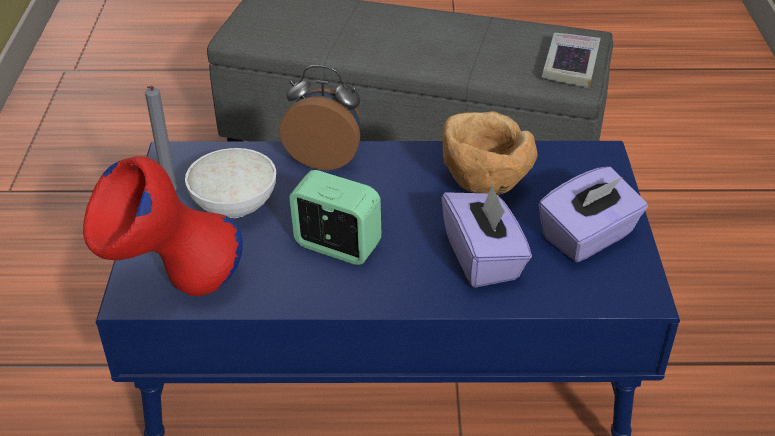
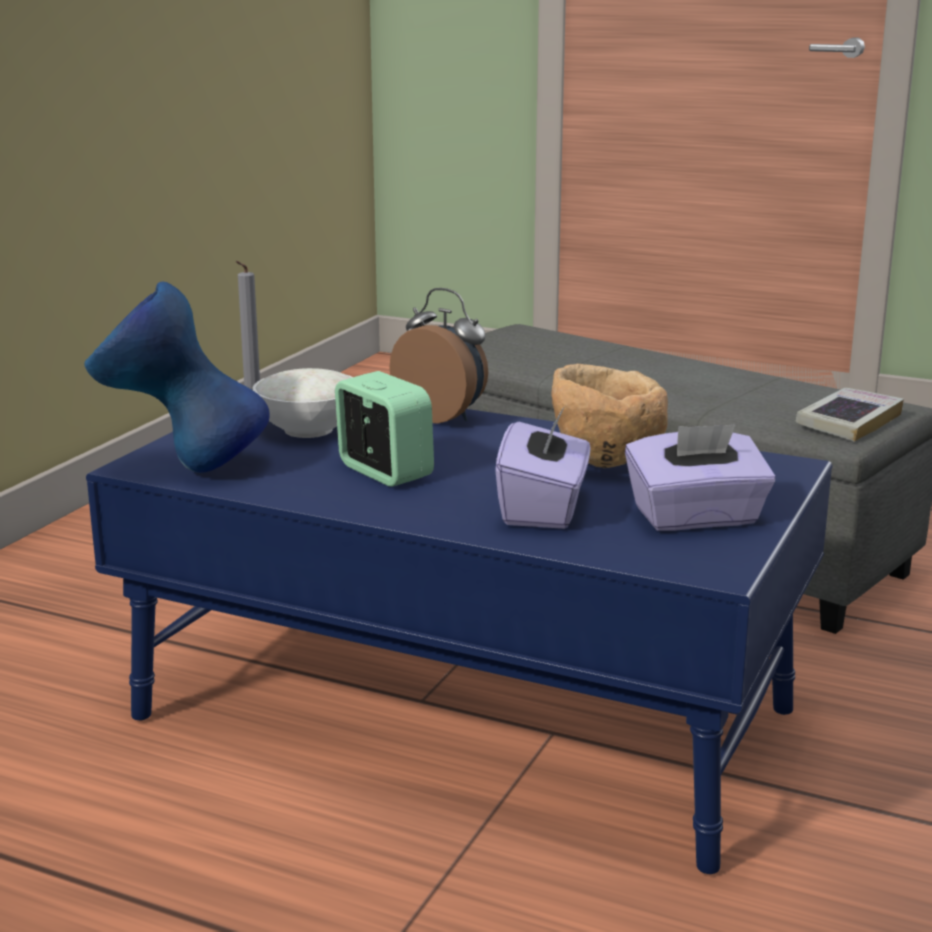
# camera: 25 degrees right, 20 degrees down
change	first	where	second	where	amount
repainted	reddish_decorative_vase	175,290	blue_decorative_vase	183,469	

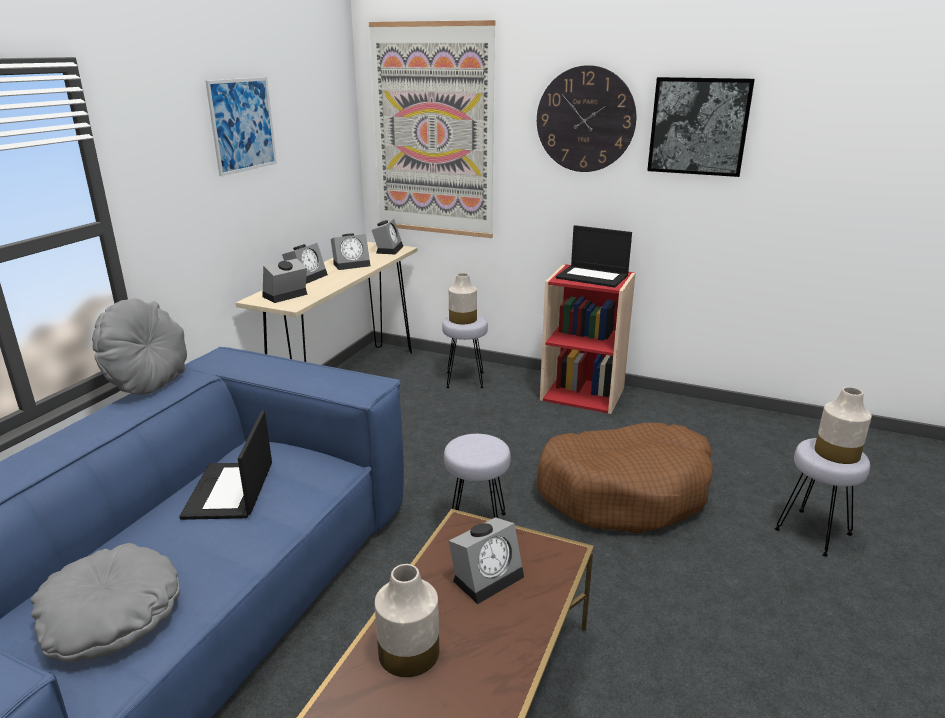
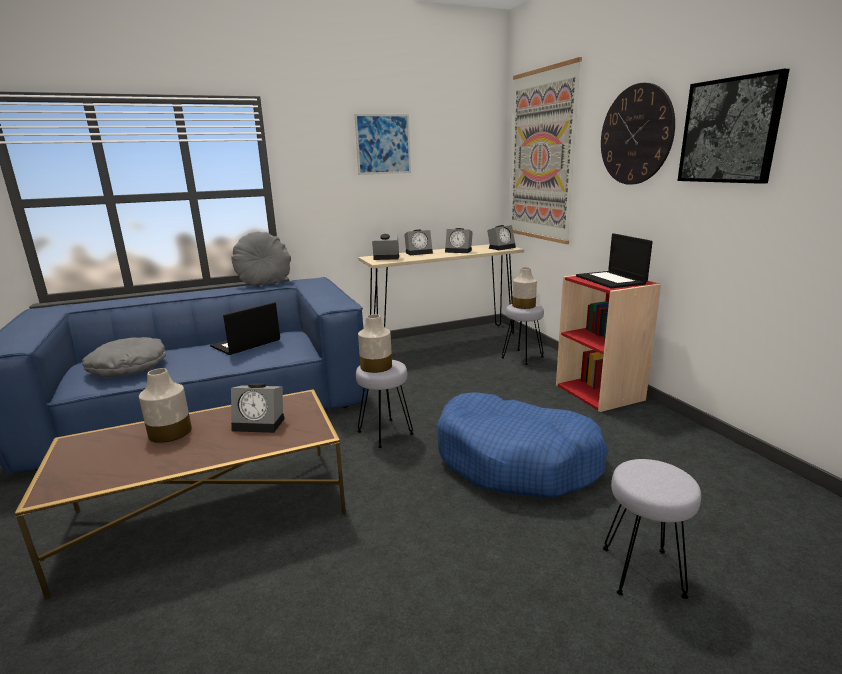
# camera: 45 degrees right, 5 degrees down
change	first	where	second	where	amount
shifted	beige-coloured_decorative_vase	836,452		375,366	
repainted	brown_dog_cushion	624,491	blue_dog_cushion	516,460	

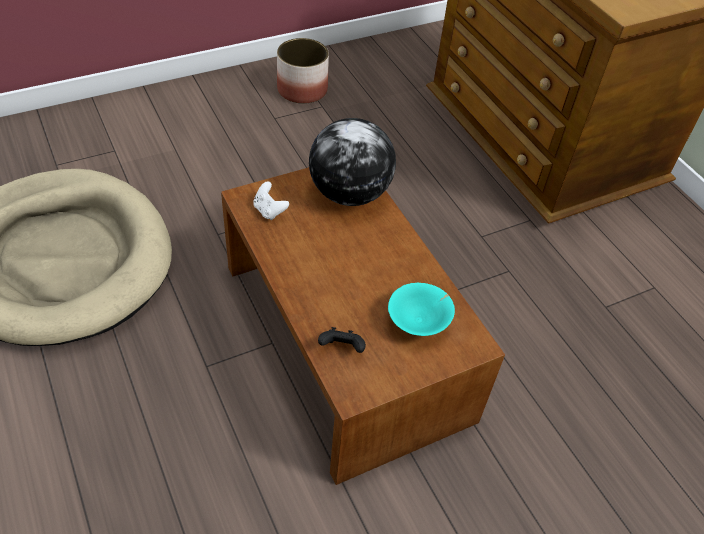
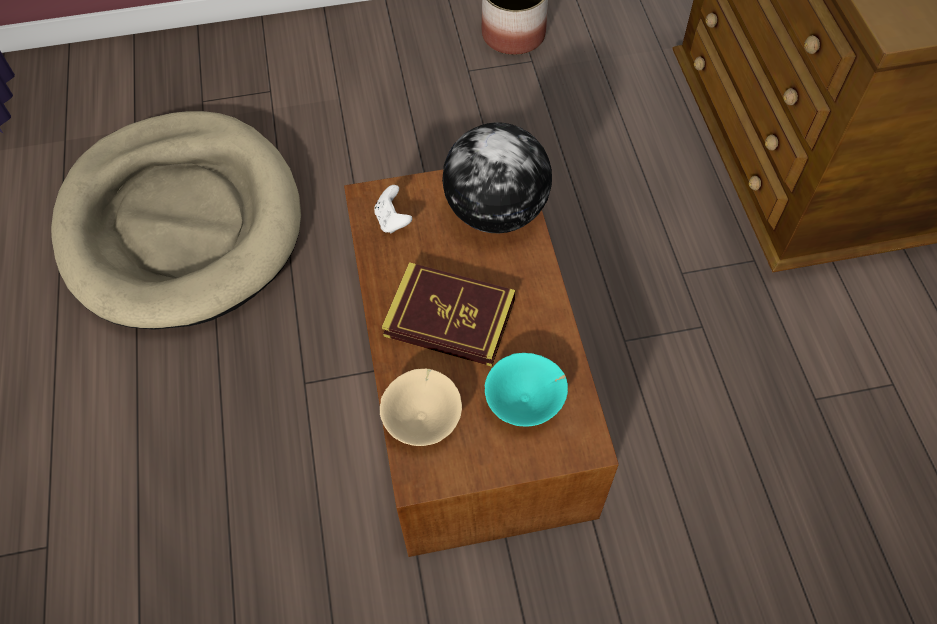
# camera: 20 degrees right, 10 degrees up
change	first	where	second	where	amount
swapped	blackish_joypad	342,348	beige-coloured_serving_bowl	423,417	
new			bound_book	449,318	

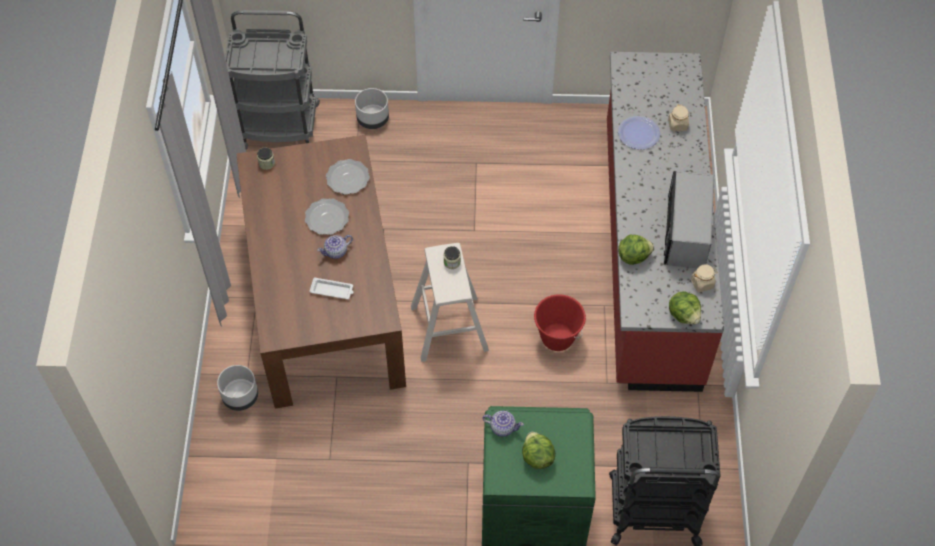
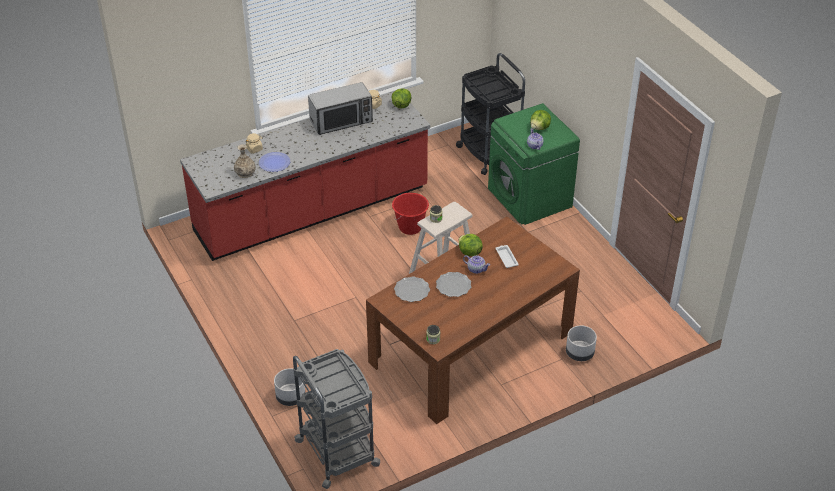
# camera: 120 degrees left, 15 degrees down
change	first	where	second	where	amount
shifted	lettuce	633,256		469,252	
new			decorative_vase	245,173	

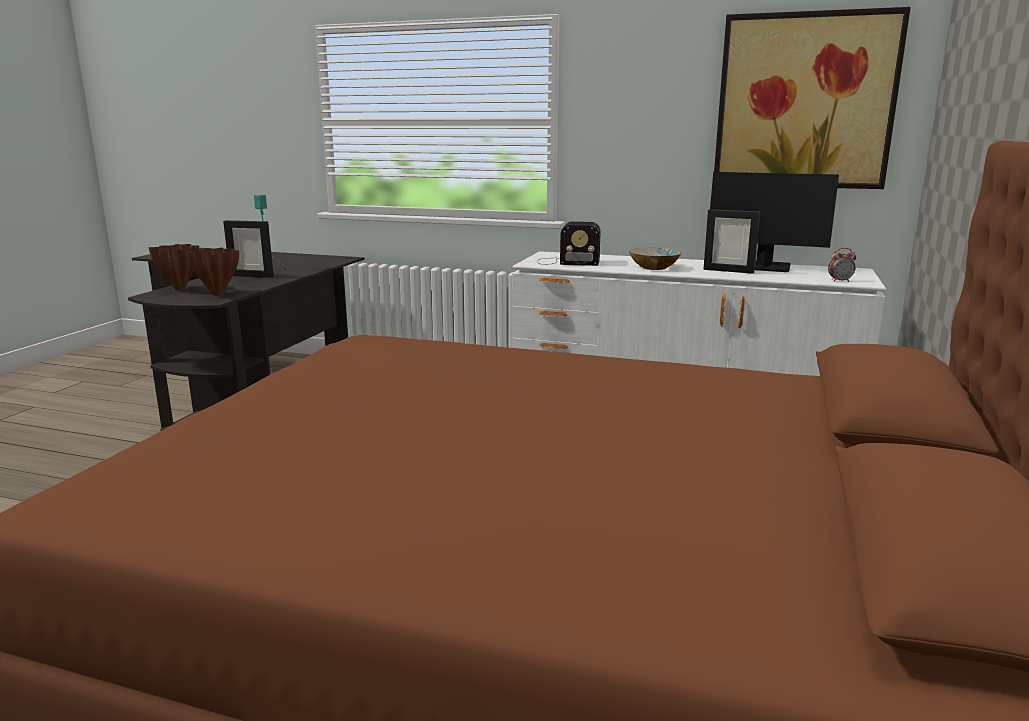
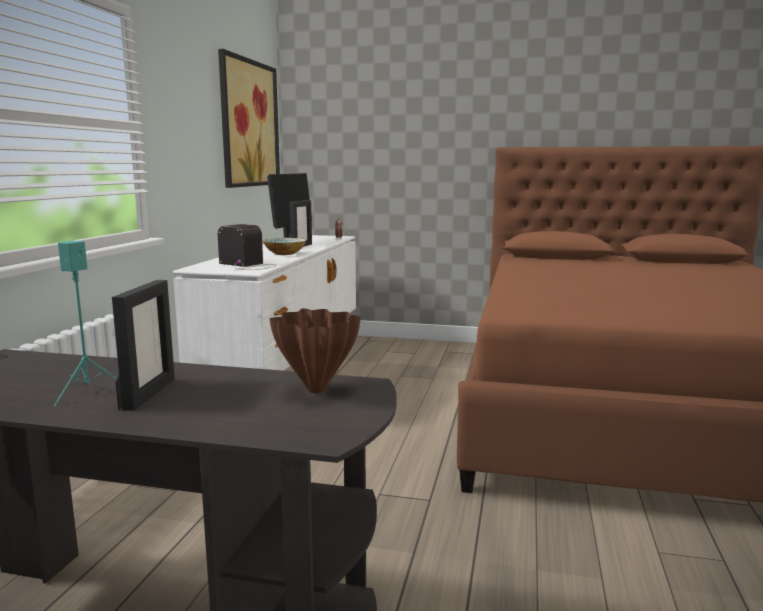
# camera: 95 degrees left, 5 degrees down
change	first	where	second	where	amount
rotated	radio_set	566,262		248,265	60 degrees counterclockwise
gone	brown_decorative_vase	180,289			

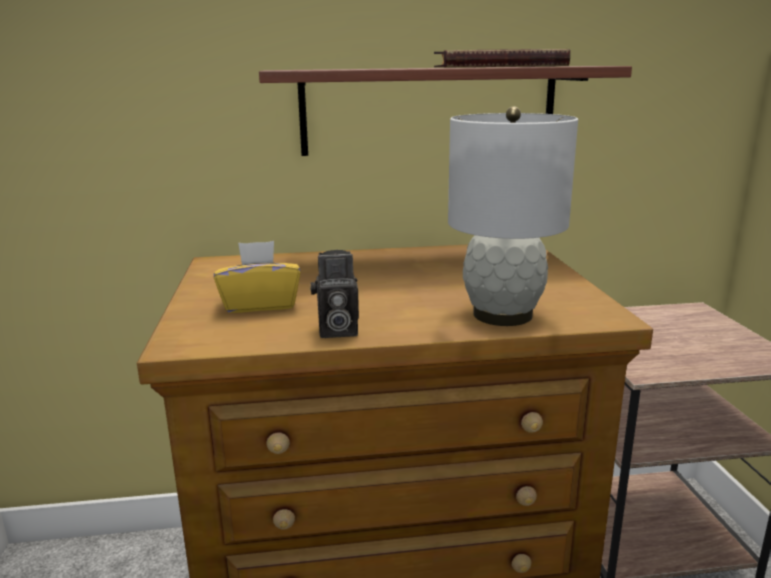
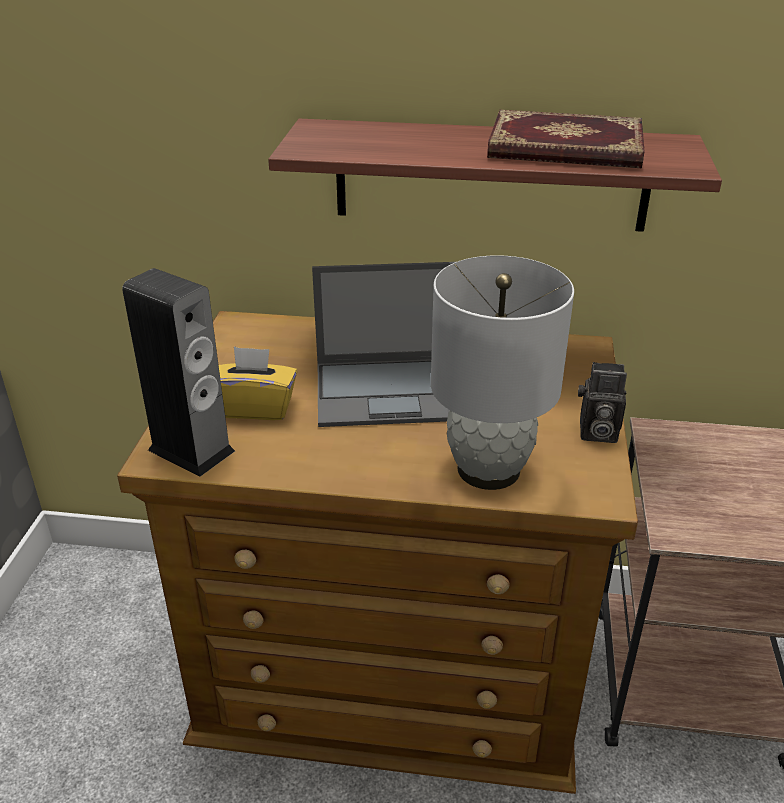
# camera: 15 degrees right, 15 degrees up
change	first	where	second	where	amount
shifted	photo_camera	335,331		595,433	
new			laptop	393,391	
new			speaker	191,450	

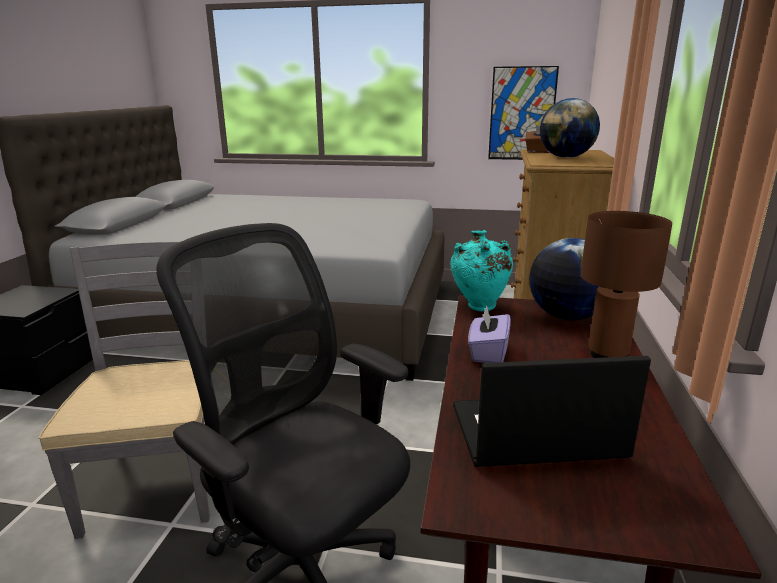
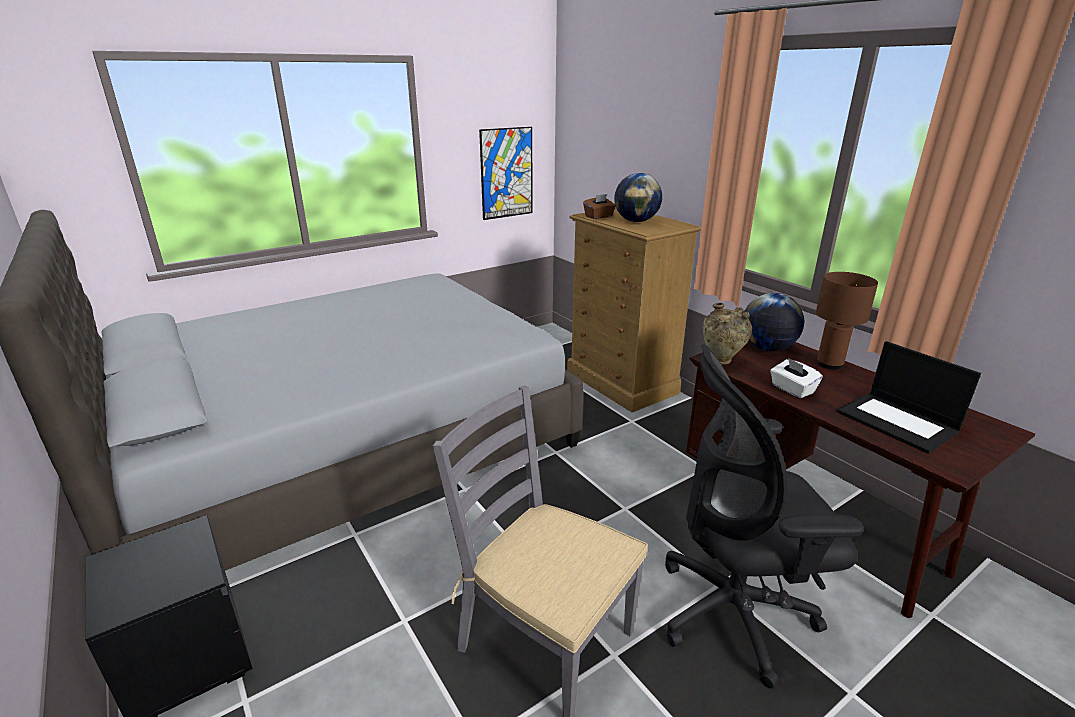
# camera: 45 degrees left, 5 degrees up
change	first	where	second	where	amount
repainted	turquoise_decorative_vase	479,308	beige-coloured_decorative_vase	721,362	
repainted	purple-coloured_tissue_holder	488,352	whitish_tissue_holder	792,389	
rotated	laptop	534,433		898,422	75 degrees counterclockwise

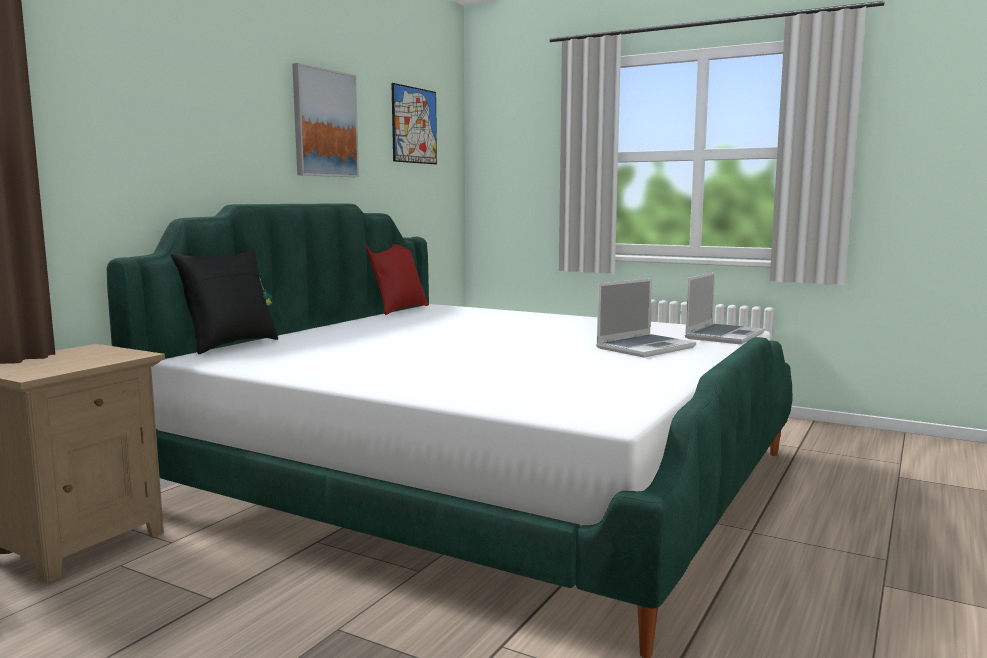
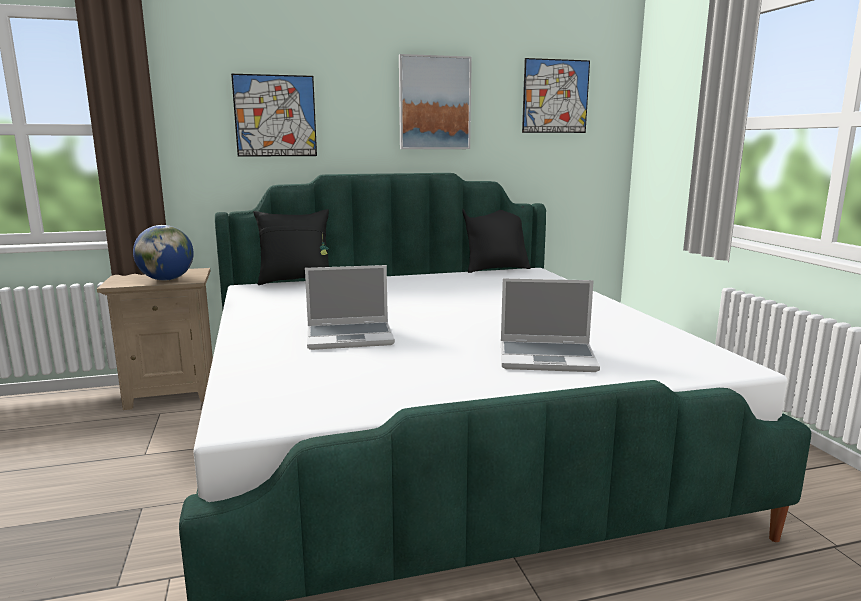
# camera: 45 degrees right, 5 degrees up
change	first	where	second	where	amount
repainted	reddish_cushion	399,309	blackish_cushion	496,269	
shifted	laptop	723,336		351,337	
new			wall_picture	275,116	
new			desk_globe	166,279	

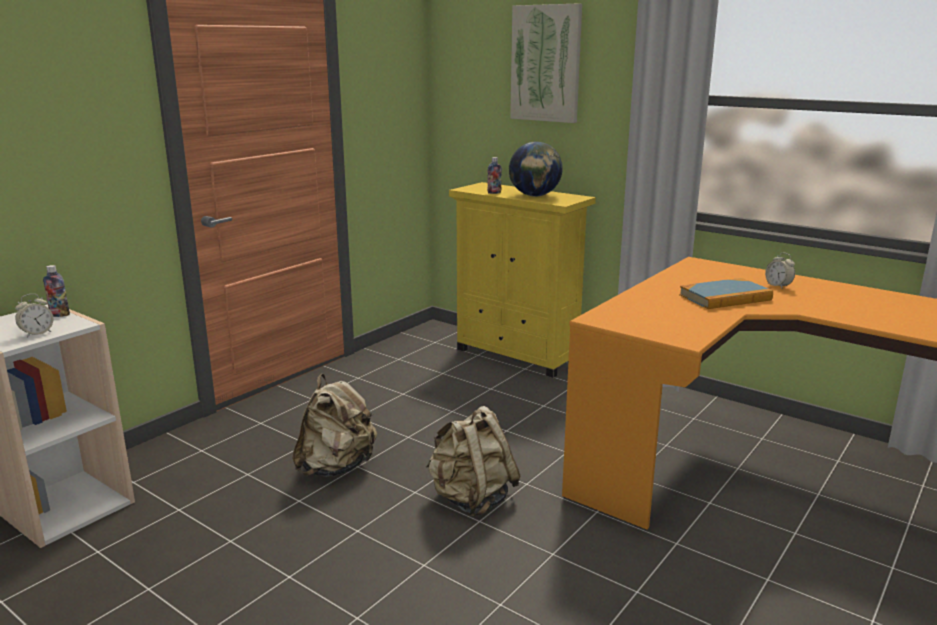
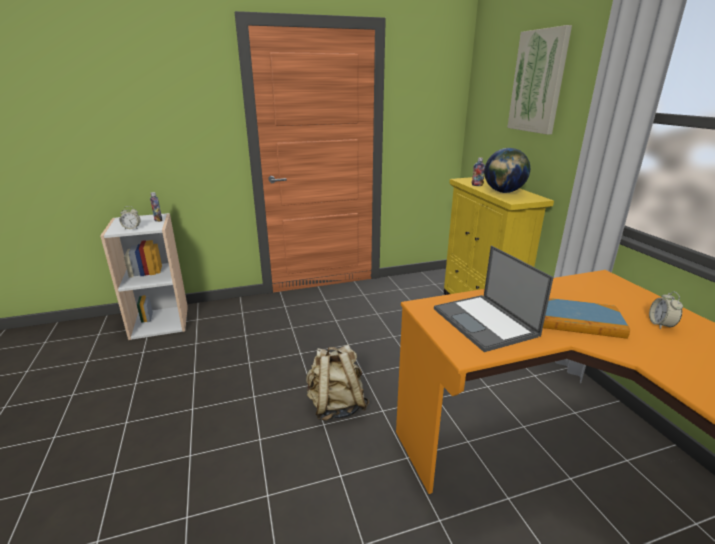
# camera: 35 degrees right, 5 degrees up
change	first	where	second	where	amount
gone	beige-coloured_knapsack	336,467			
new			laptop	485,322	

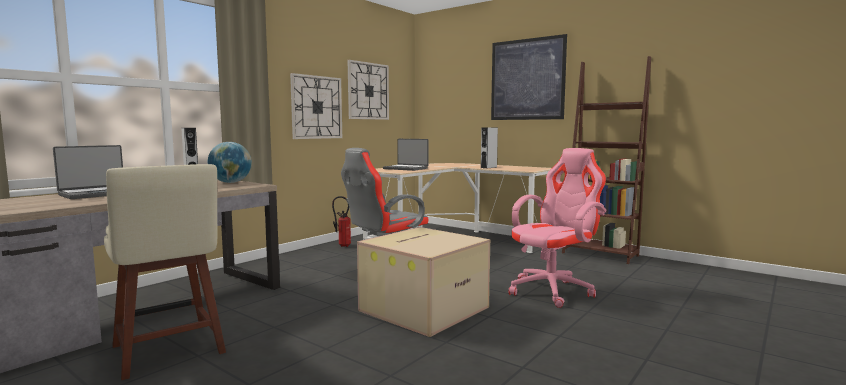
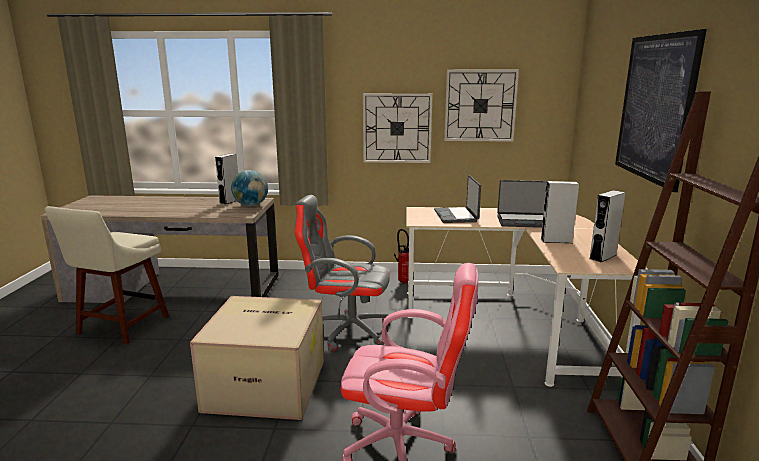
# camera: 55 degrees right, 10 degrees up
change	first	where	second	where	amount
shifted	laptop	99,194		523,221	
new			greyish_speaker	602,257	

